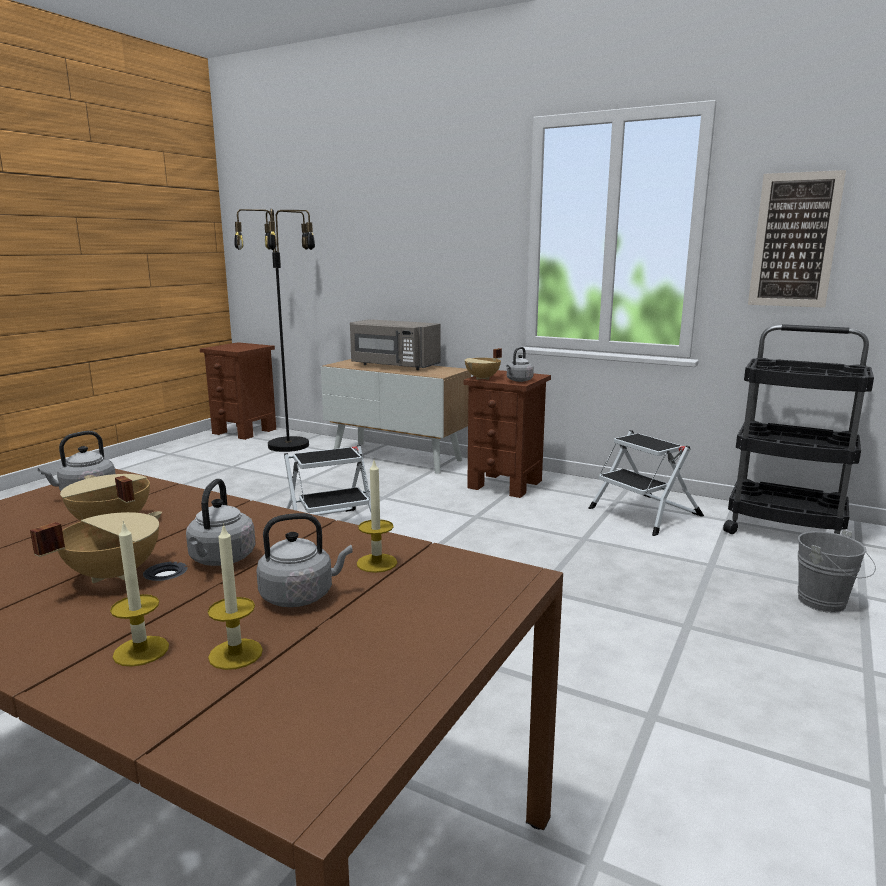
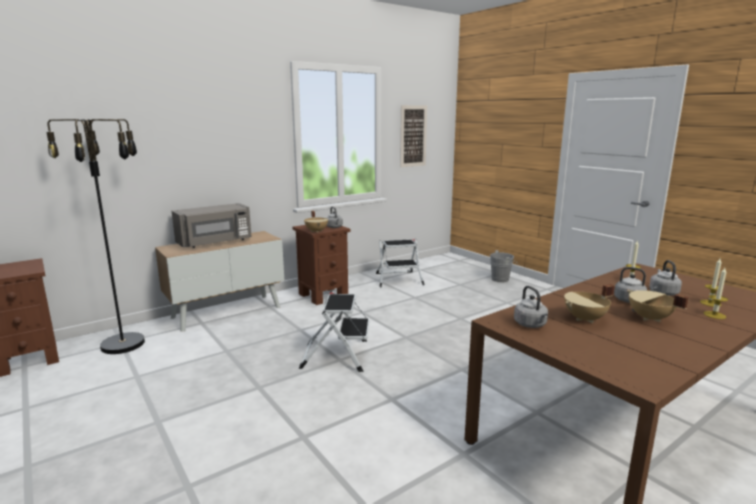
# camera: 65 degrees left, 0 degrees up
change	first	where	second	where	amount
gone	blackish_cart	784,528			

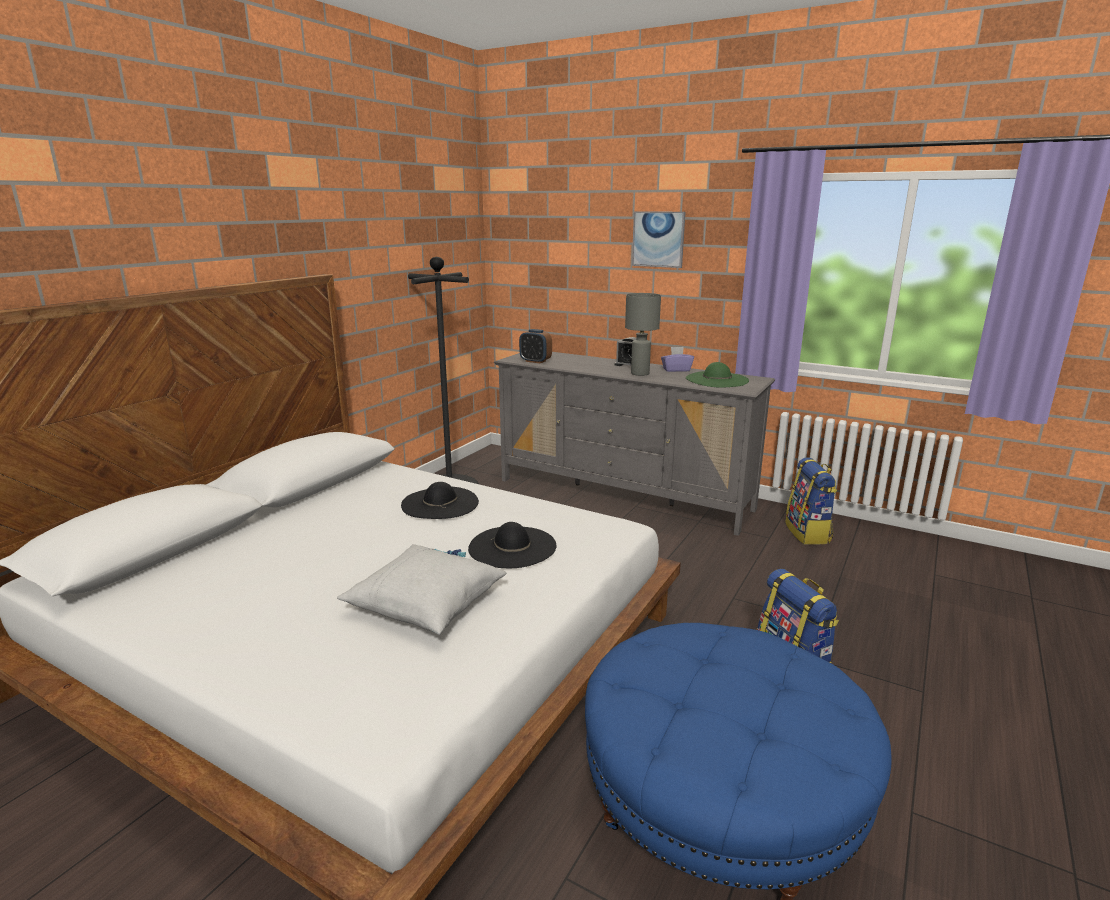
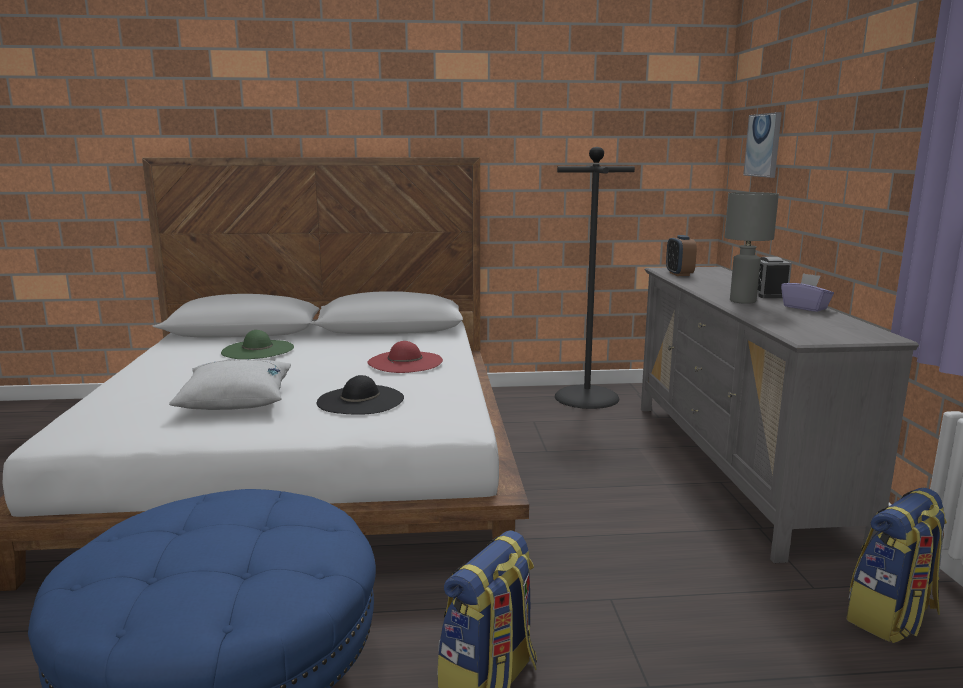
# camera: 55 degrees right, 5 degrees down
change	first	where	second	where	amount
shifted	wall_picture	658,239		763,145	
shifted	green-coloured_hat	716,379		258,350	
repainted	blackish_hat	440,503	reddish_hat	405,362	

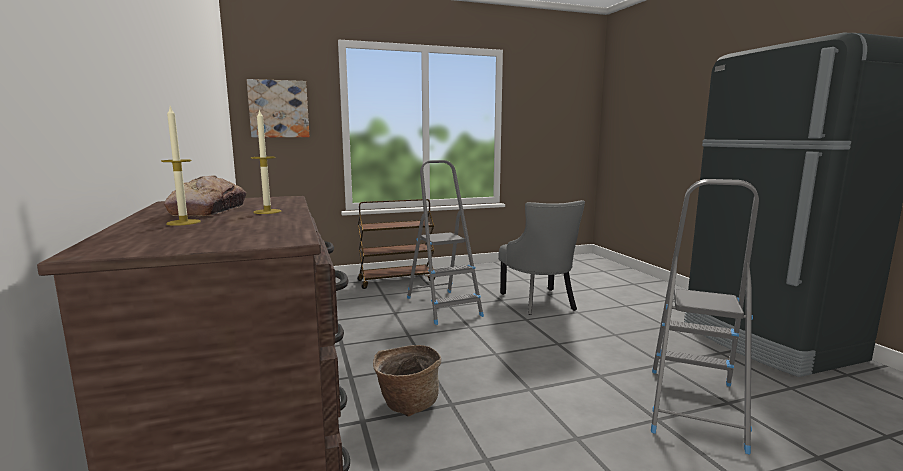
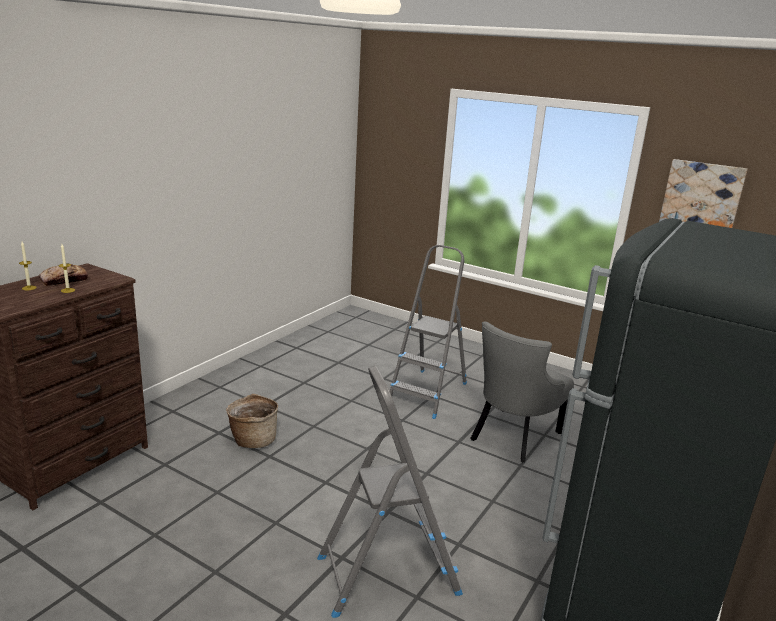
# camera: 50 degrees right, 10 degrees up
change	first	where	second	where	amount
shifted	wall_picture	279,109		701,197	
gone	brown_cart	397,280			

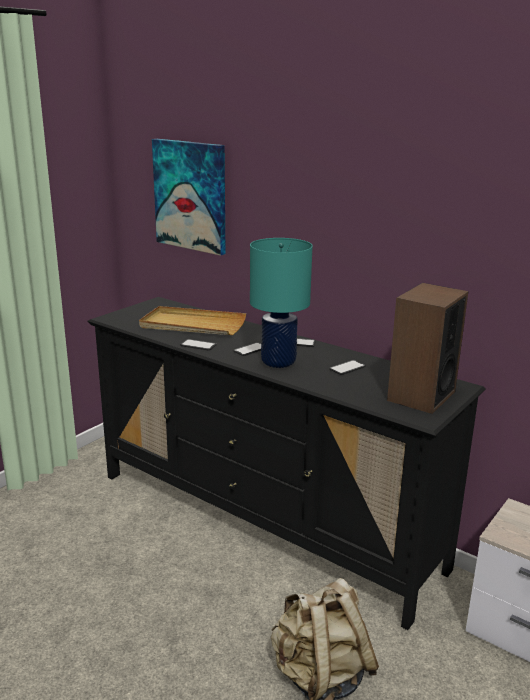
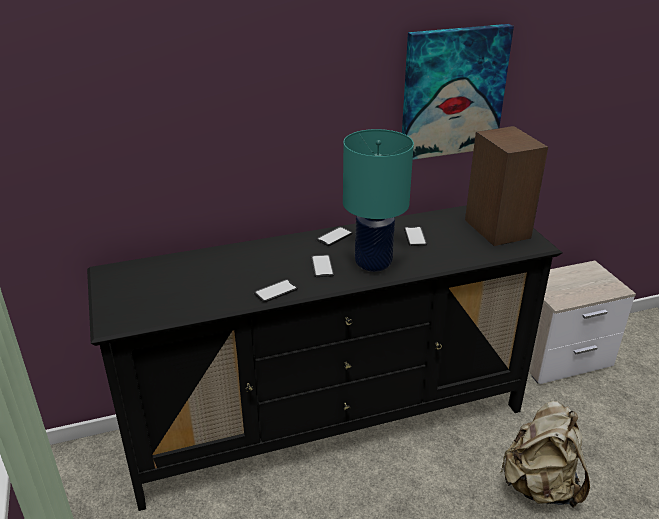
# camera: 55 degrees left, 10 degrees up
change	first	where	second	where	amount
shifted	wall_picture	191,195		453,92	
gone	beige-coloured_carrying_tray	192,325			

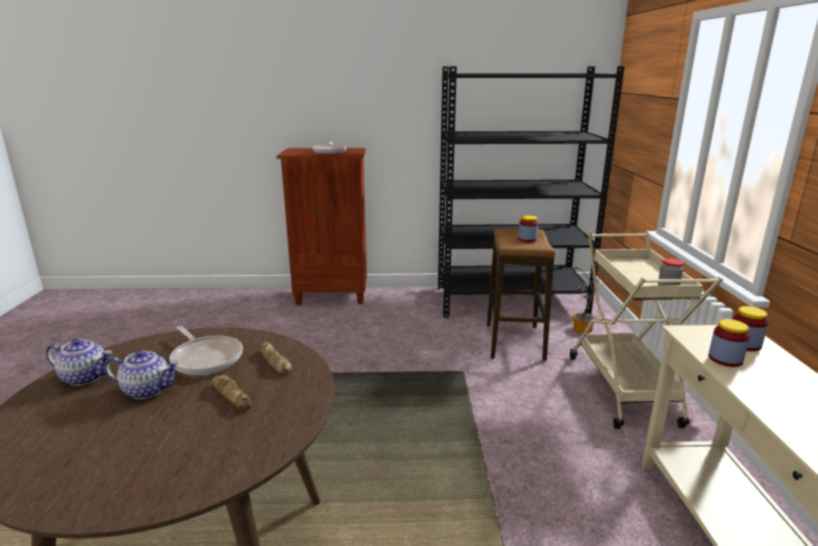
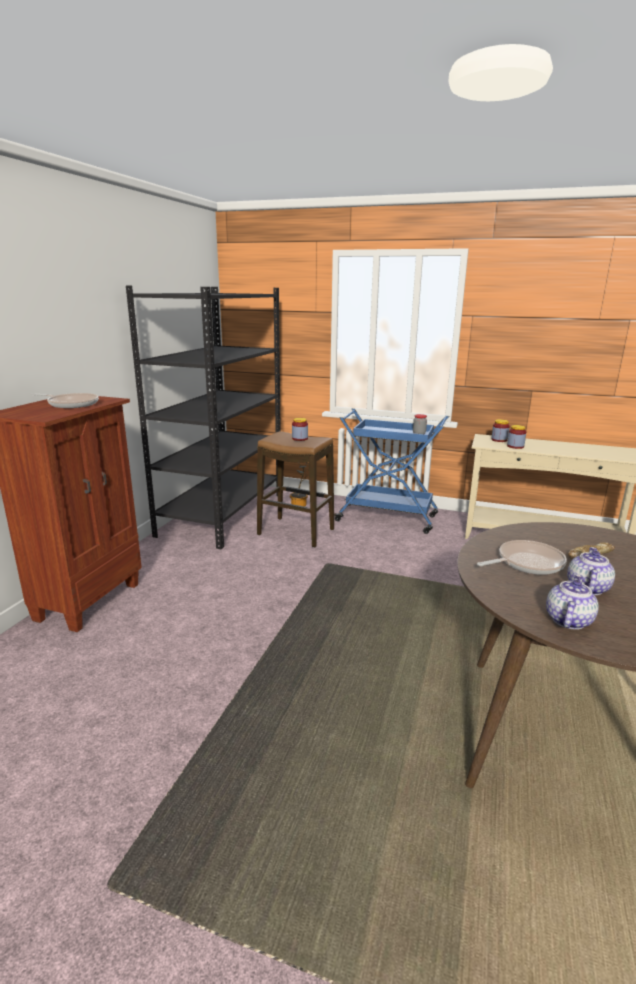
# camera: 70 degrees left, 0 degrees up
change	first	where	second	where	amount
repainted	beige-coloured_cart	622,390	blue_cart	387,518	
gone	baked_bread	274,362			

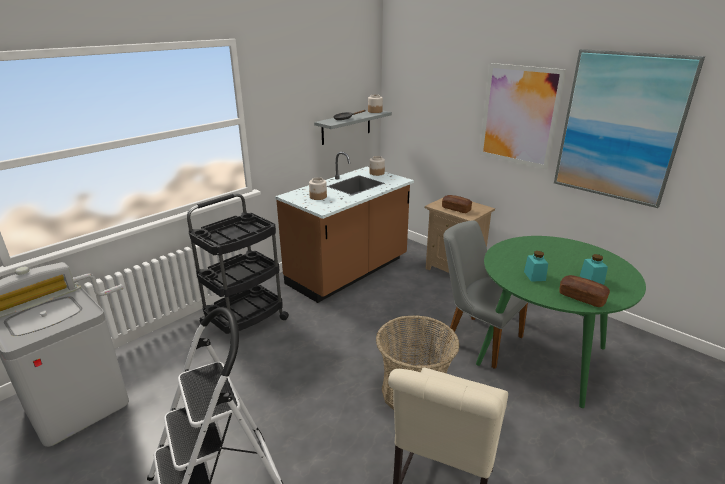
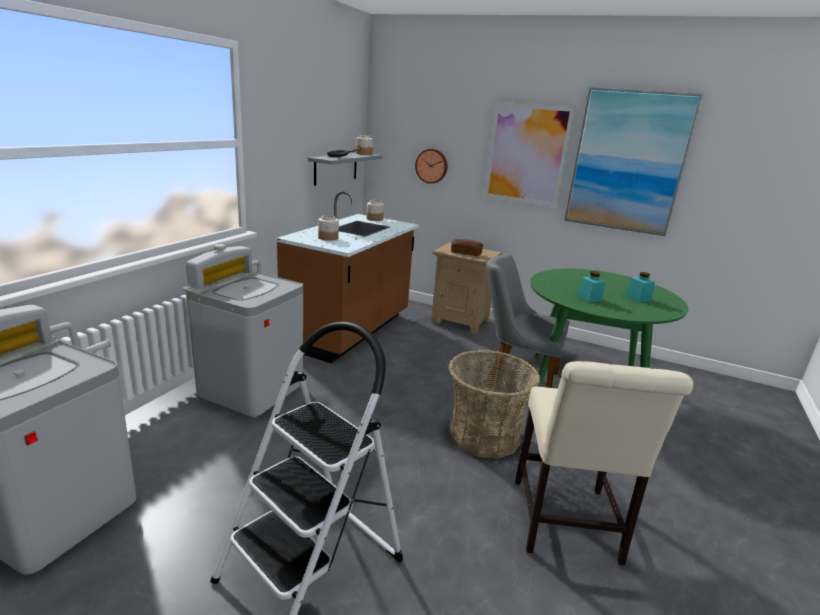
# camera: 20 degrees left, 5 degrees down
change	first	where	second	where	amount
swapped	blackish_cart	245,321	greyish_washing_machine	252,390	
gone	baked_bread	582,298			
new			wall_clock	432,166	

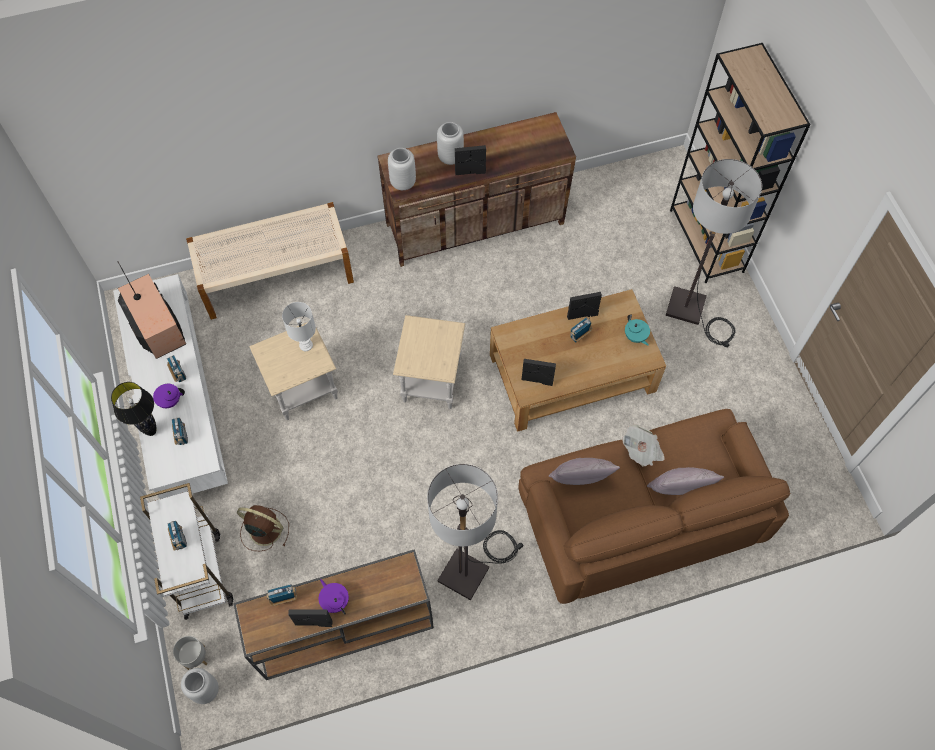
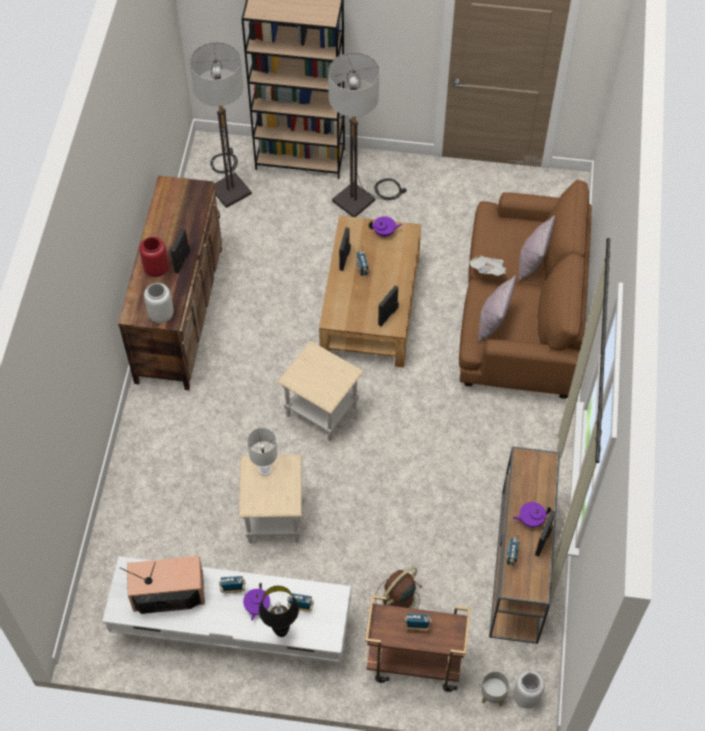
# camera: 65 degrees left, 5 degrees down
change	first	where	second	where	amount
repainted	greyish_decorative_vase	451,157	reddish_decorative_vase	157,269	
gone	beige-coloured_bench	276,275			
repainted	turquoise_teapot	635,337	purple-coloured_teapot	384,232	
shifted	standard_lamp	474,567		229,183	
repainted	whitish_cart	202,570	brown_cart	413,664	

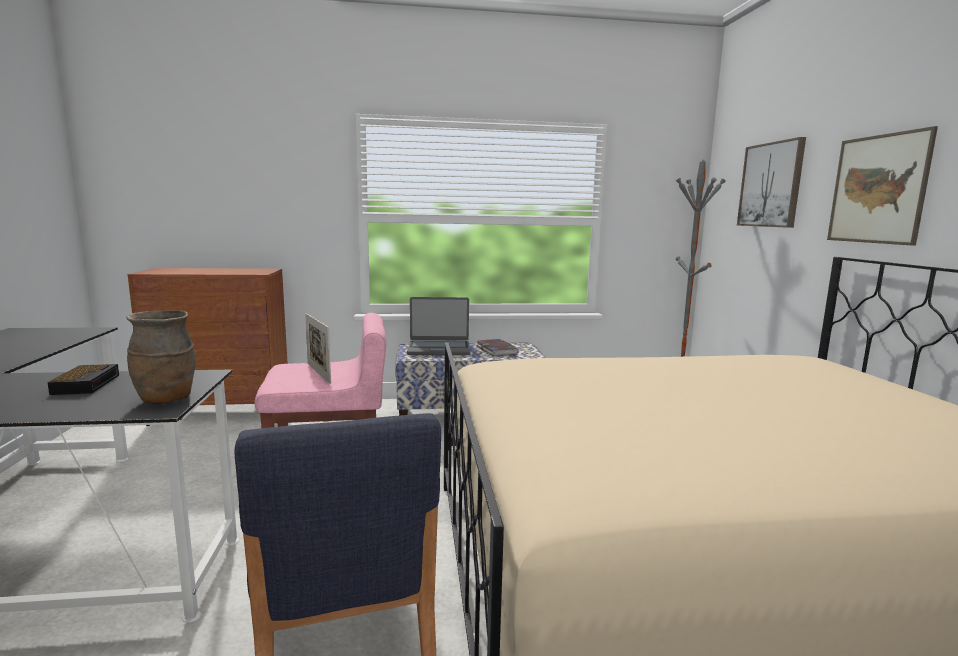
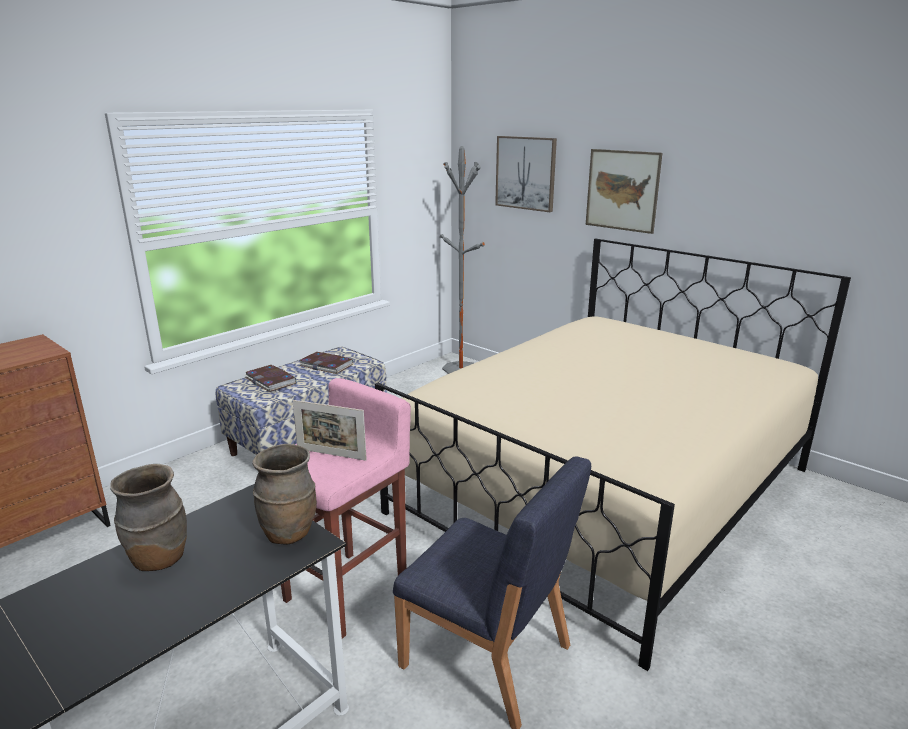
# camera: 40 degrees left, 10 degrees up
change	first	where	second	where	amount
swapped	laptop	439,349	bound_book	271,380	
swapped	table_clock	87,384	brown_decorative_vase	158,559	

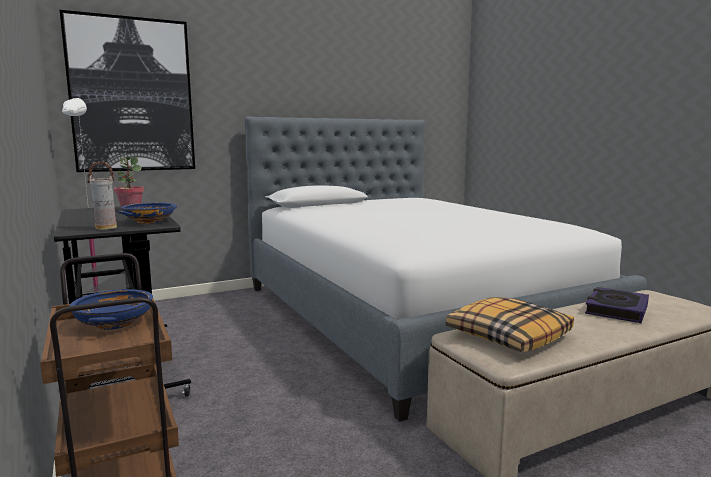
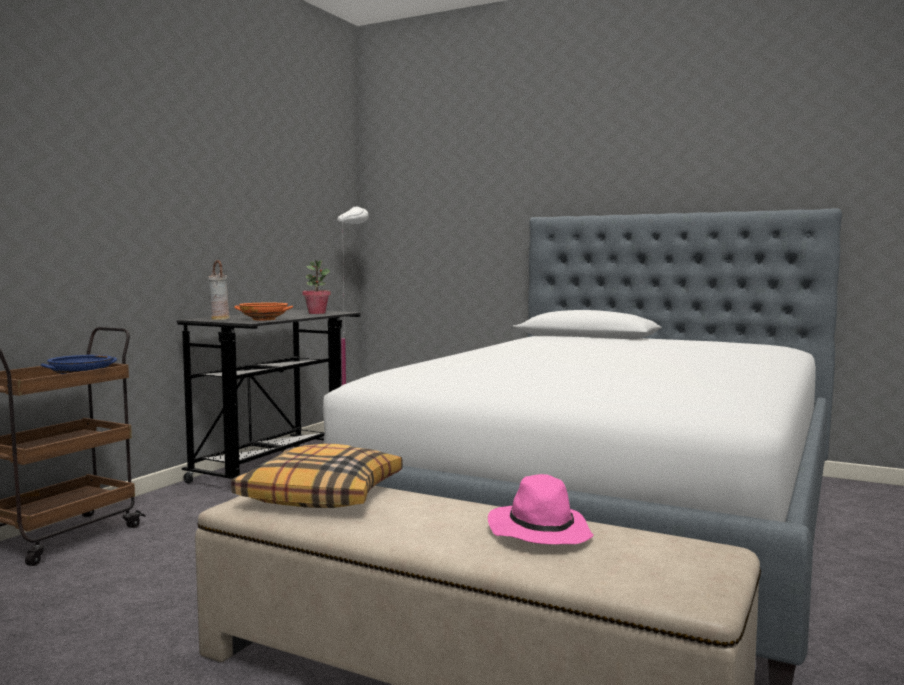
# camera: 55 degrees right, 5 degrees down
change	first	where	second	where	amount
gone	wall_picture	132,95			
repainted	blue_serving_bowl	149,221	orange-coloured_serving_bowl	264,319	
swapped	bound_book	616,310	pink_hat	539,532	

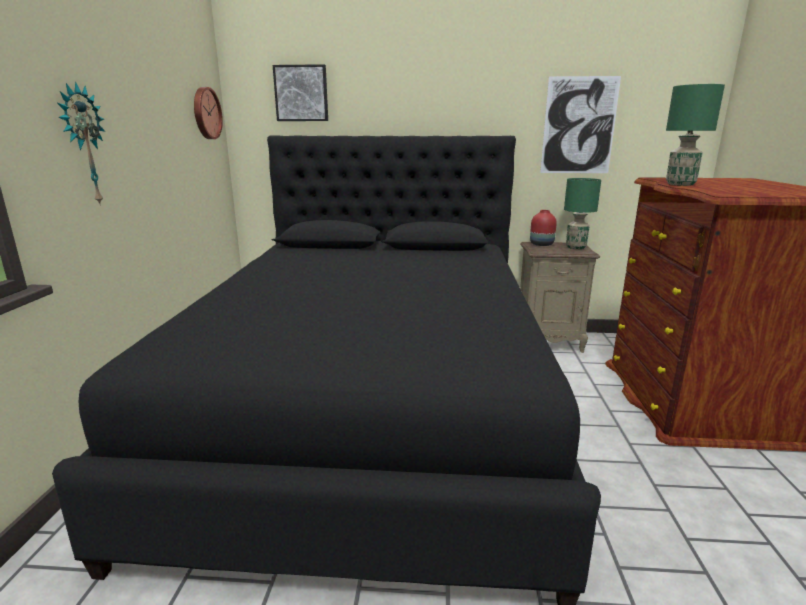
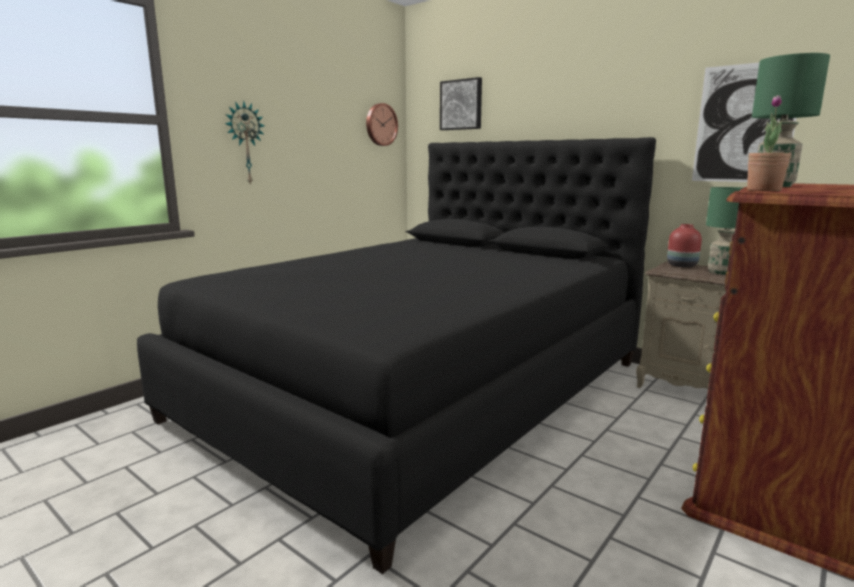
# camera: 35 degrees right, 5 degrees down
change	first	where	second	where	amount
new			houseplant	763,190	

